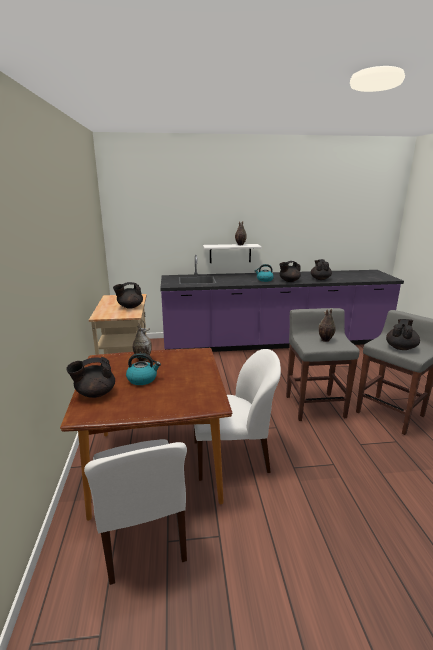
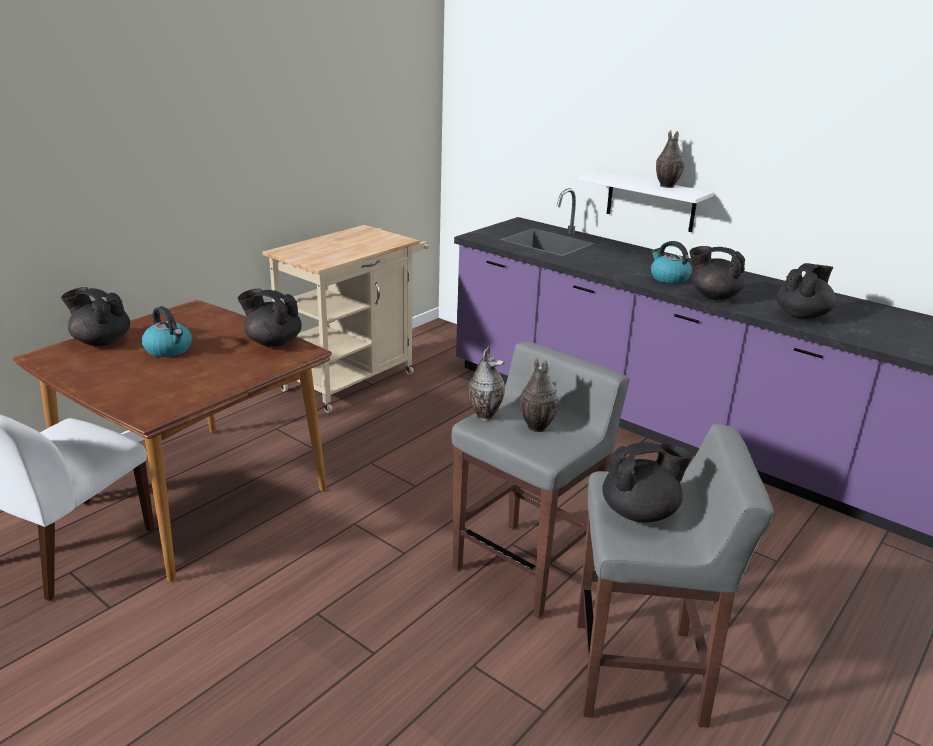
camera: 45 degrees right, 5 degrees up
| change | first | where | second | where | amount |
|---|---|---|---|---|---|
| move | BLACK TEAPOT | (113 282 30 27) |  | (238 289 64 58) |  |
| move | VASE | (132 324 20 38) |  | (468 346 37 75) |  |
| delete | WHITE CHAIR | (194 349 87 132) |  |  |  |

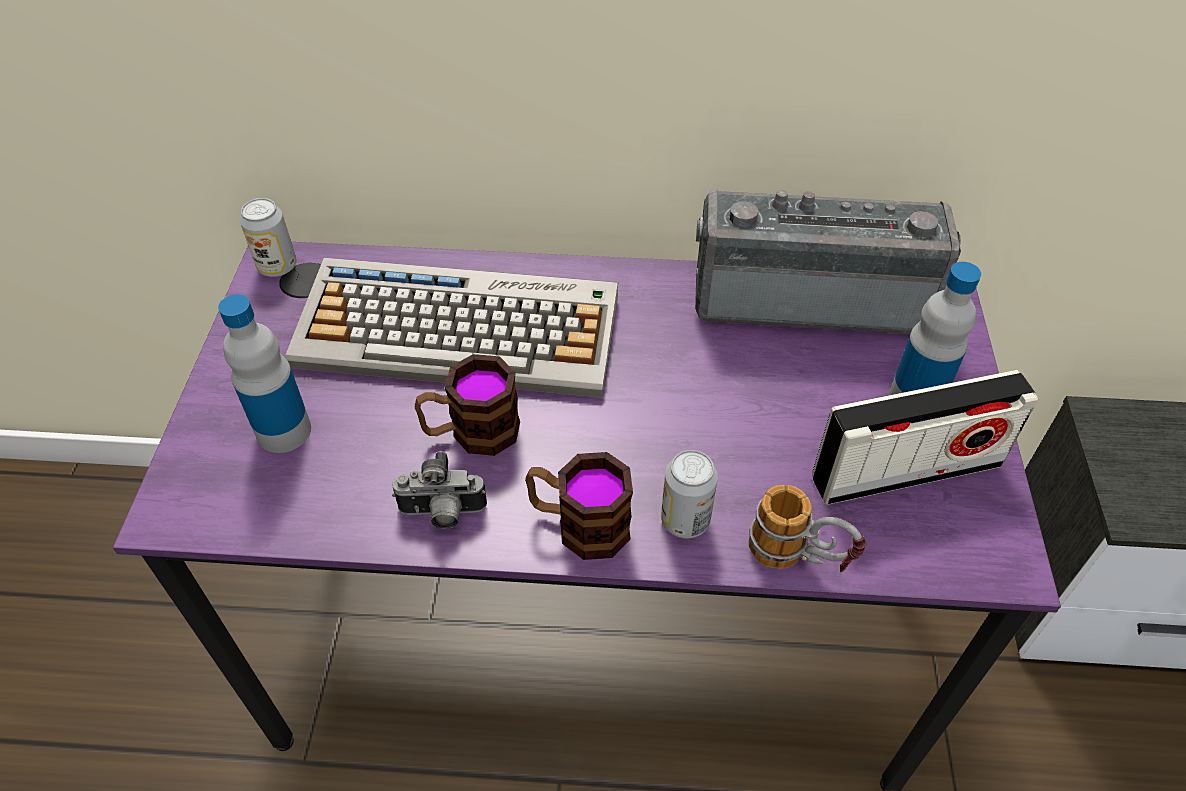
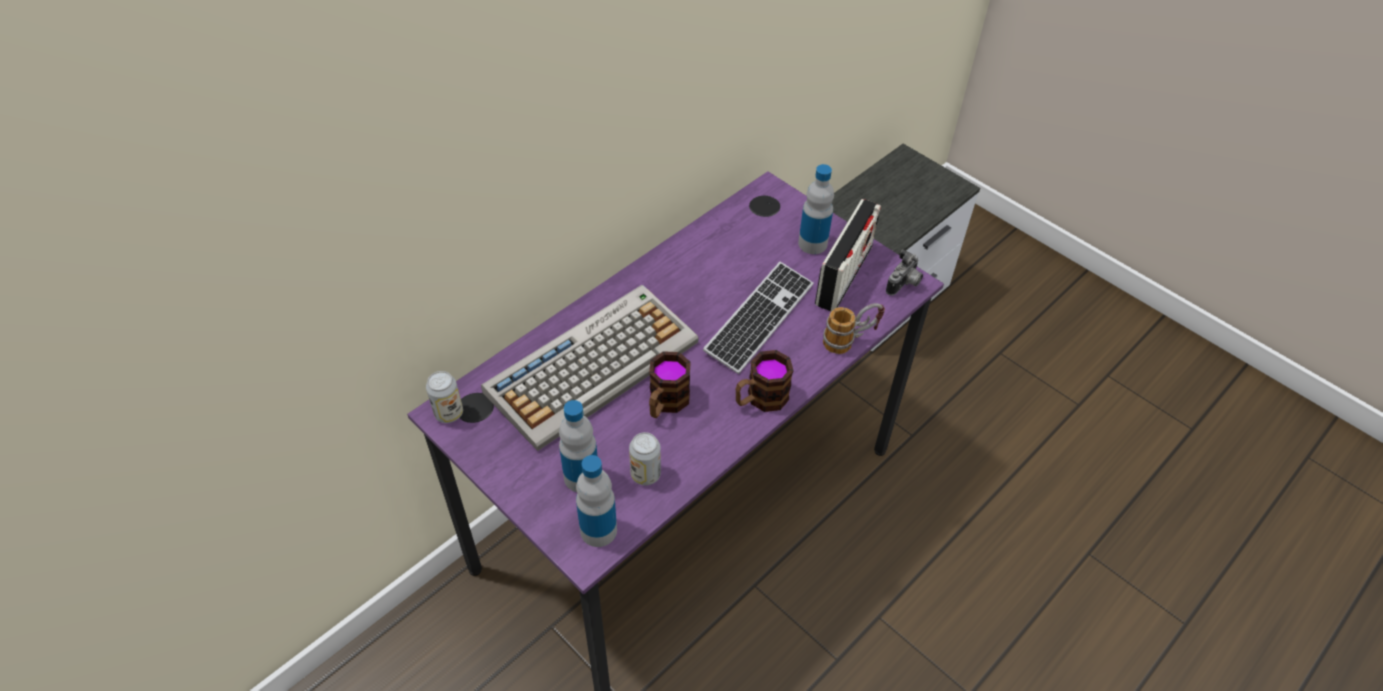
camera: 50 degrees left, 0 degrees up
| change | first | where | second | where | amount |
|---|---|---|---|---|---|
| insert |  |  | BOTTLE | (576 455 41 92) |  |
| move | CAN | (661 450 57 88) |  | (629 432 32 53) |  |
| insert |  |  | KEYBOARD | (703 262 111 112) |  |
| move | PHOTO CAMERA | (392 451 95 78) |  | (886 249 37 46) |  |
| delete | RADIO | (695 189 266 145) |  |  |  |

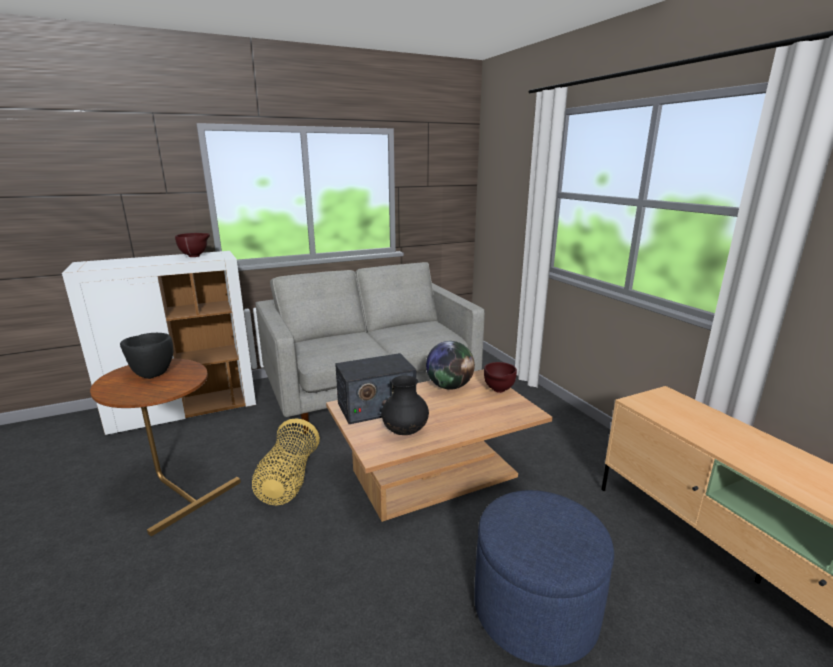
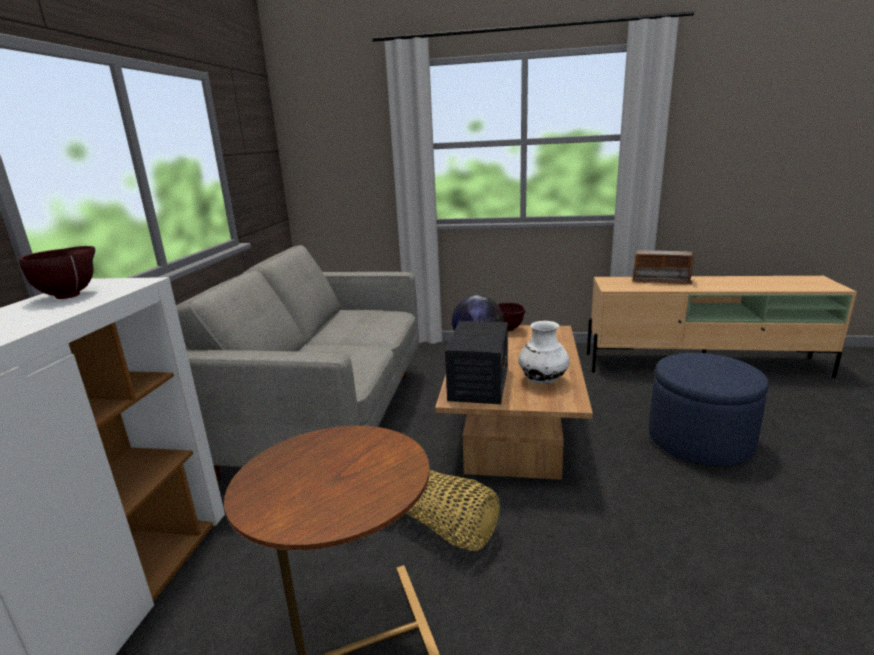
camera: 55 degrees left, 0 degrees up
| change | first | where | second | where | amount |
|---|---|---|---|---|---|
| recolor | BLACK VASE | (381 376 48 59) | WHITE VASE | (518 321 52 63) |  |
| insert |  |  | RADIO | (631 250 64 35) |  |
| delete | BLACK BOWL | (120 333 53 46) |  |  |  |

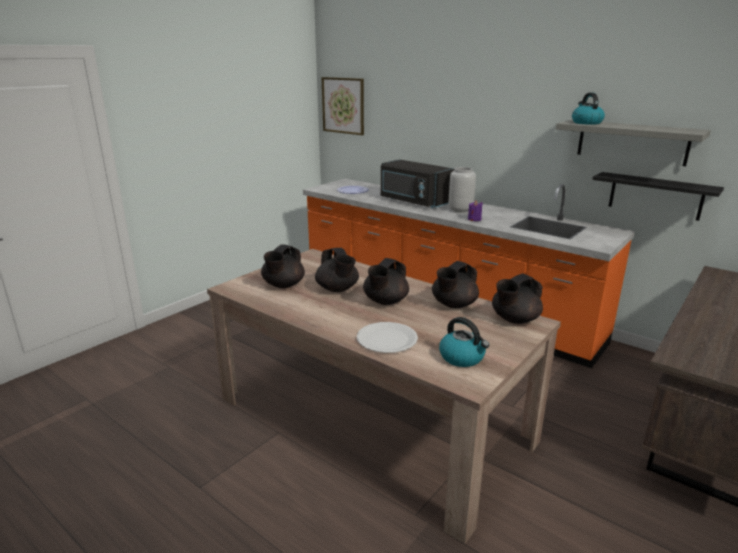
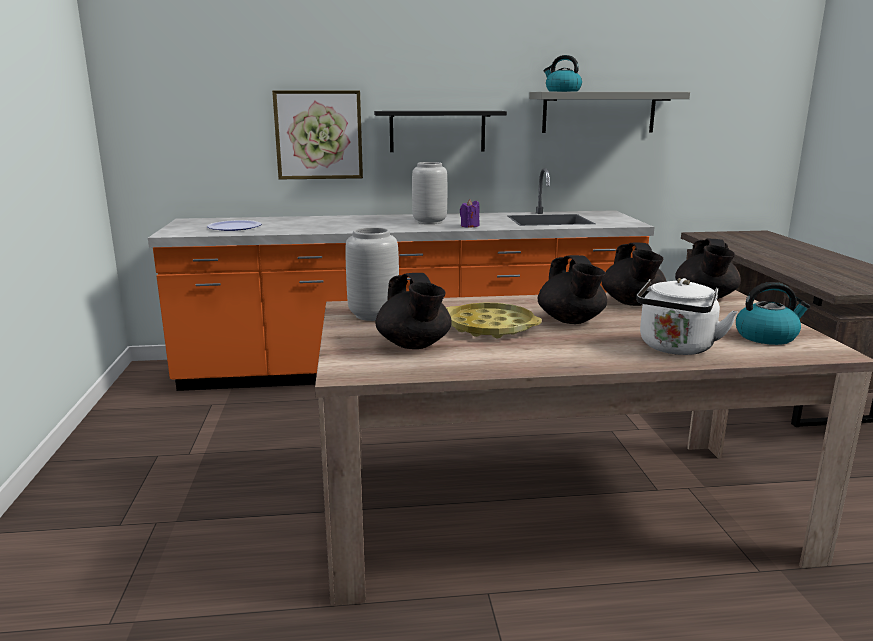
camera: 45 degrees left, 5 degrees down
| change | first | where | second | where | amount |
|---|---|---|---|---|---|
| move | PICTURE | (321 77 43 58) |  | (272 90 91 89) |  |
| insert |  |  | GREY VASE | (345 227 54 94) |  |
| move | BLACK SHELF | (592 172 132 49) |  | (374 111 133 41) |  |
| replace | BLACK TEAPOT | (315 248 44 44) | YELLOW TRAY | (446 303 96 35) |  |
| replace | WHITE PLATE | (357 322 61 31) | WHITE KETTLE | (636 278 102 77) |  |
| delete | BLACK MICROWAVE | (381 159 73 49) |  |  |  |

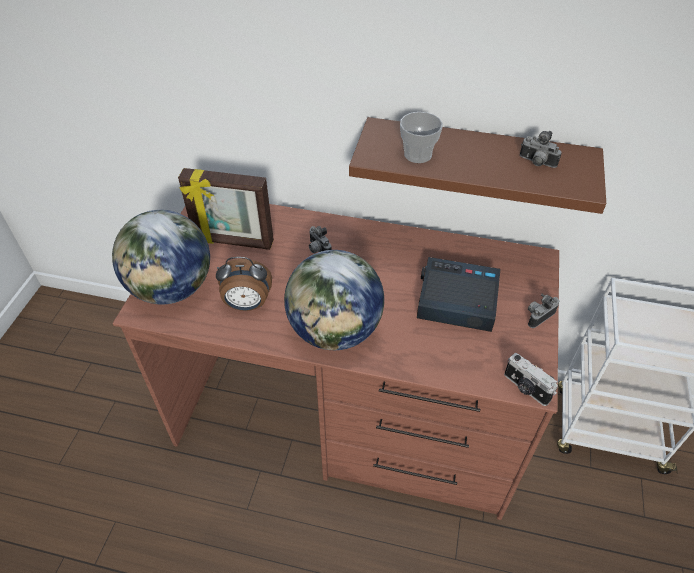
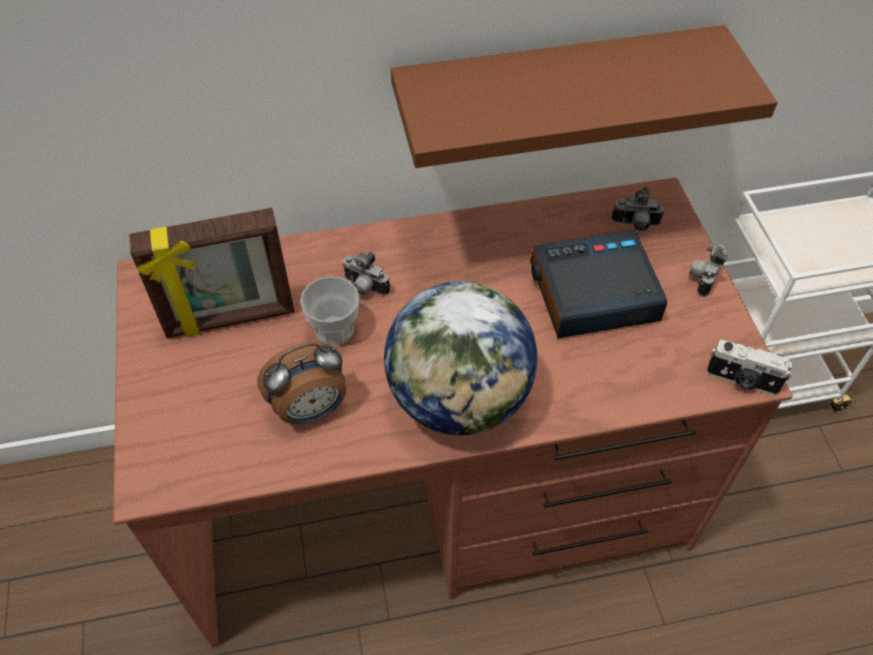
camera: 25 degrees left, 5 degrees up
| change | first | where | second | where | amount |
|---|---|---|---|---|---|
| move | CUP | (400 112 43 51) |  | (300 276 59 69) |  |
| move | PHOTO CAMERA | (520 131 42 37) |  | (612 187 52 44) |  |
| delete | GLOBE | (112 210 98 95) |  |  |  |

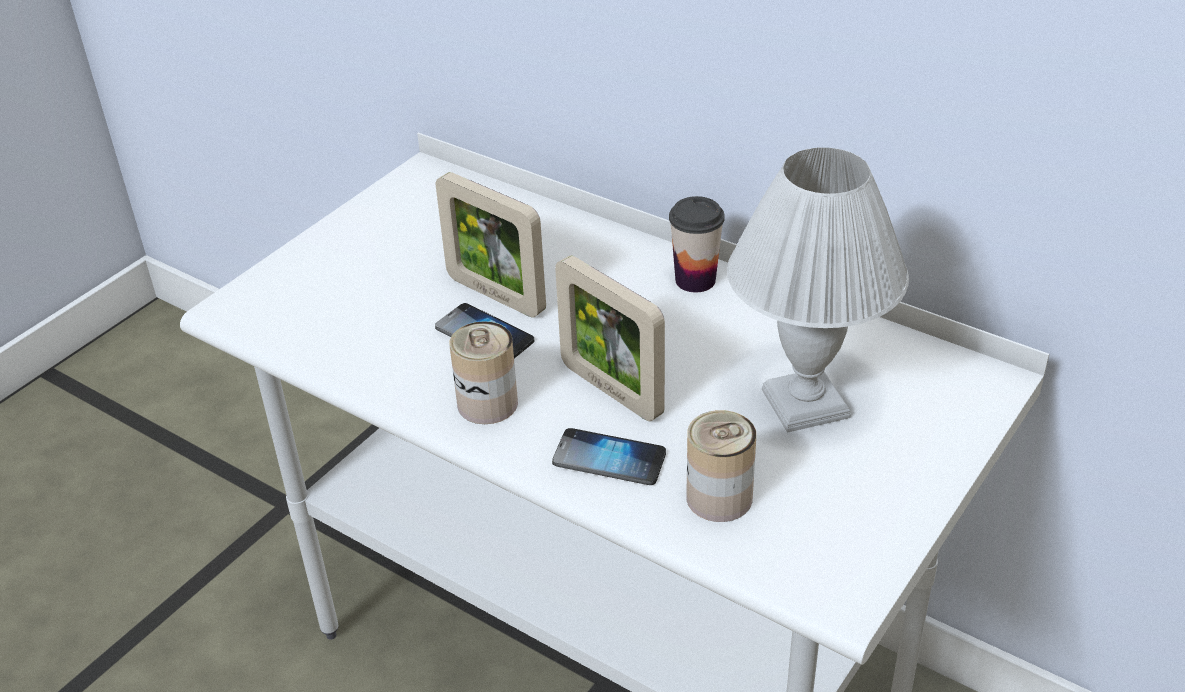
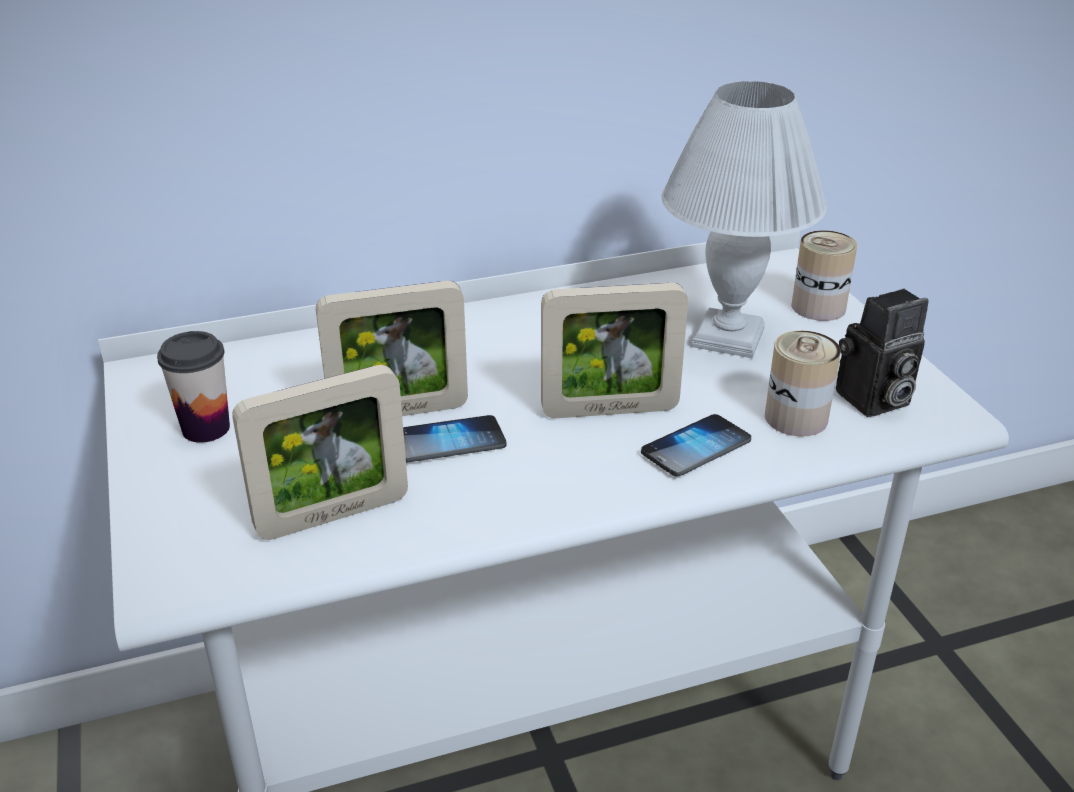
camera: 55 degrees left, 5 degrees down
| change | first | where | second | where | amount |
|---|---|---|---|---|---|
| move | CUP | (669 196 56 96) |  | (157 331 73 112) |  |
| insert |  |  | PICTURE FRAME | (232 365 176 175) |  |
| move | CAN | (450 321 68 103) |  | (791 230 66 91) |  |
| insert |  |  | PHOTO CAMERA | (836 288 93 129) |  |

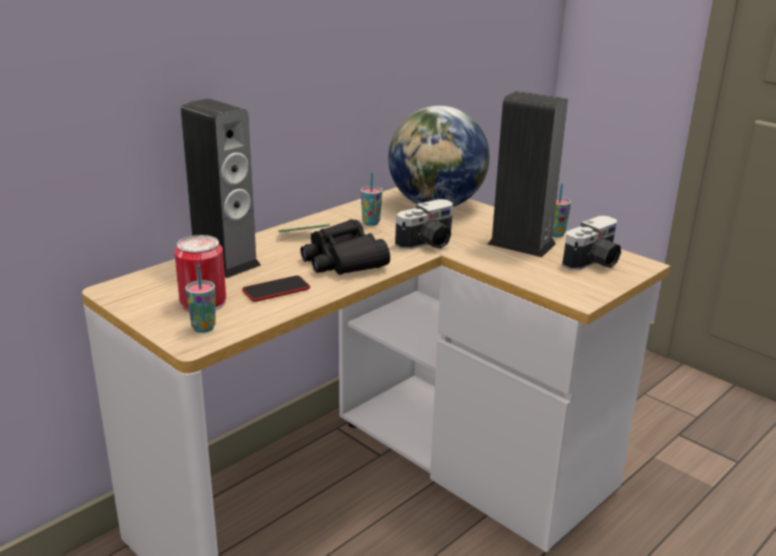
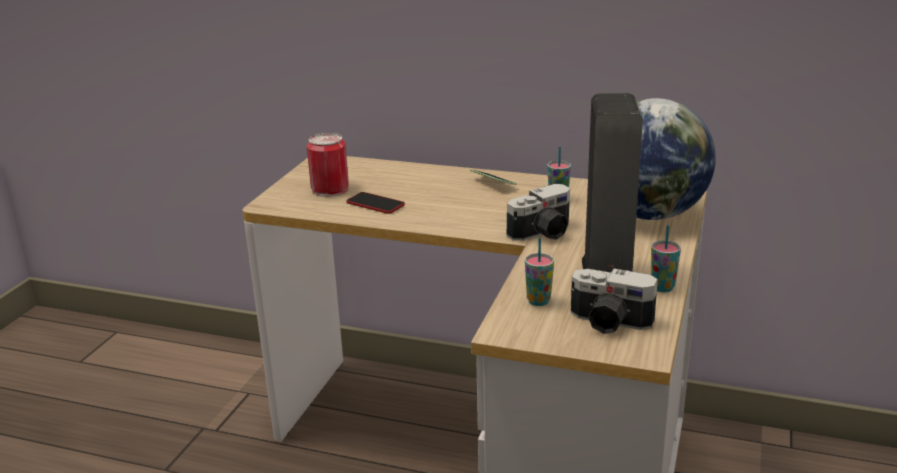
camera: 65 degrees right, 0 degrees up
| change | first | where | second | where | amount |
|---|---|---|---|---|---|
| rotate | PHOTO CAMERA | (395 199 58 50) |  | (507 184 63 57) | 60 degrees counterclockwise |
| move | CUP | (185 265 31 68) |  | (525 238 29 68) |  |
| delete | SPEAKER | (181 99 80 179) |  |  |  |
| delete | BLACK BINOCULARS | (300 219 90 56) |  |  |  |

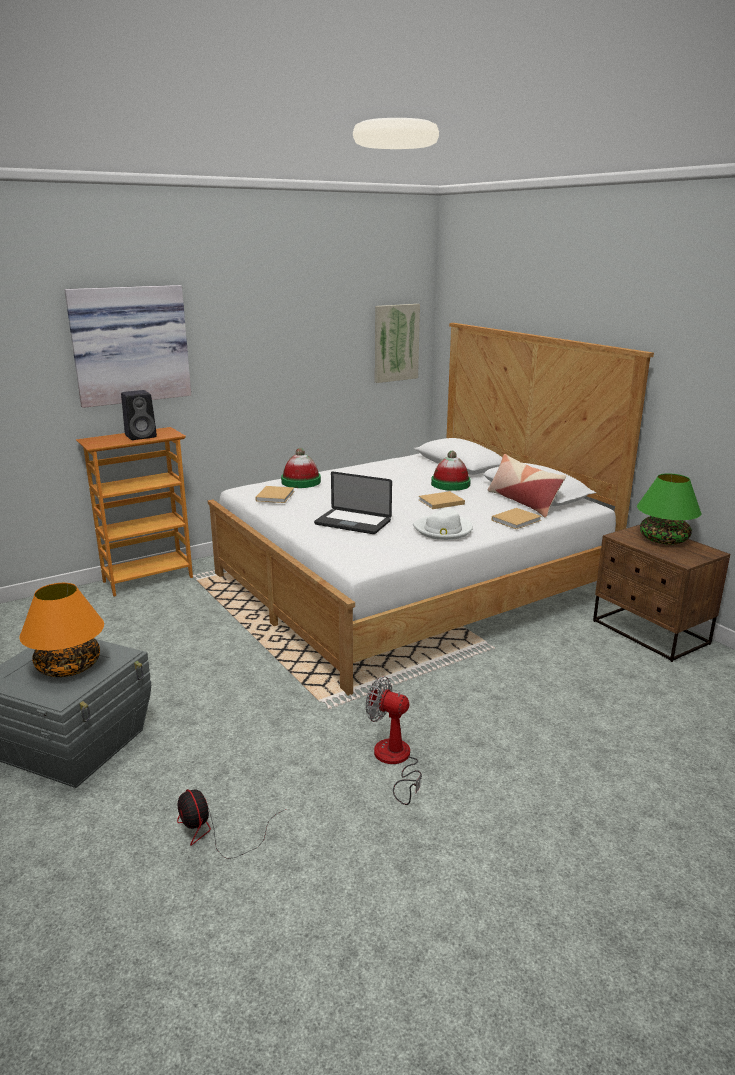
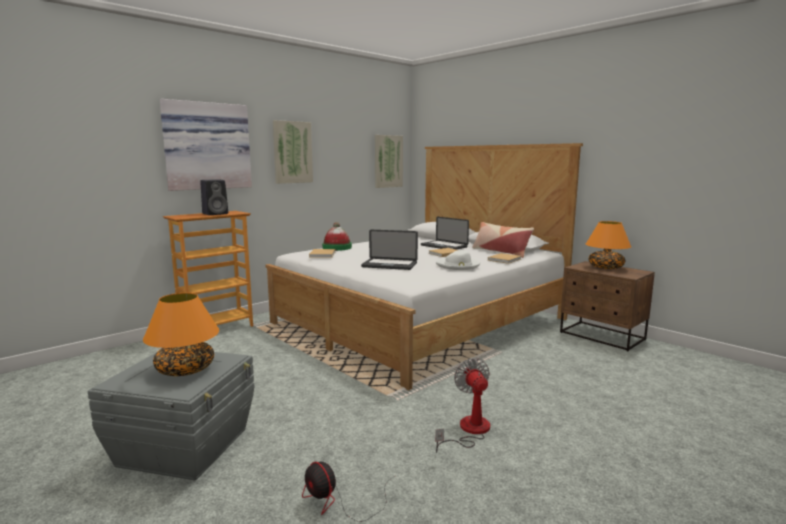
camera: 10 degrees left, 10 degrees down
| change | first | where | second | where | amount |
|---|---|---|---|---|---|
| insert |  |  | PICTURE | (273 120 40 64) |  |
| replace | HAT | (431 451 40 40) | LAPTOP | (421 217 48 33) |  |
| rotate | FAN | (366 676 56 129) |  | (435 358 55 95) | 60 degrees clockwise |
| recolor | GREEN TABLE LAMP | (637 473 64 72) | ORANGE TABLE LAMP | (586 221 45 48) |  |

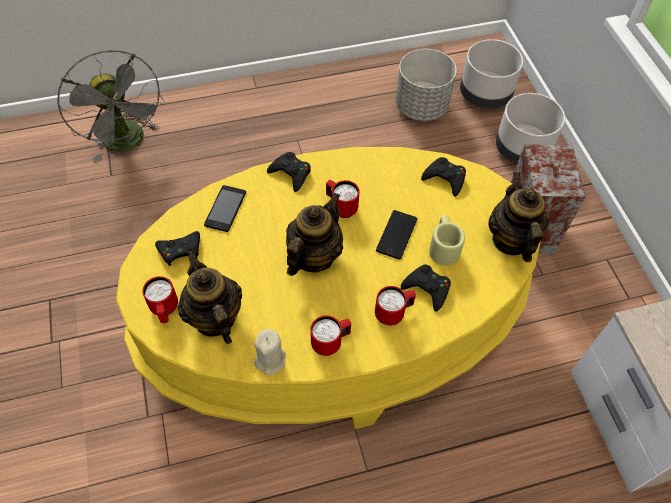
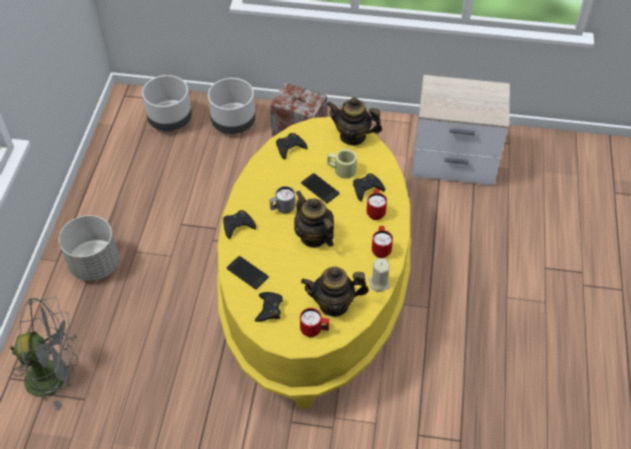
camera: 65 degrees left, 5 degrees down
| change | first | where | second | where | amount |
|---|---|---|---|---|---|
| move | GREY PLANTER | (395 49 62 72) |  | (59 215 60 66) |  |
| recolor | RED MUG | (326 180 33 38) | GREY MUG | (270 186 25 27) |  |

